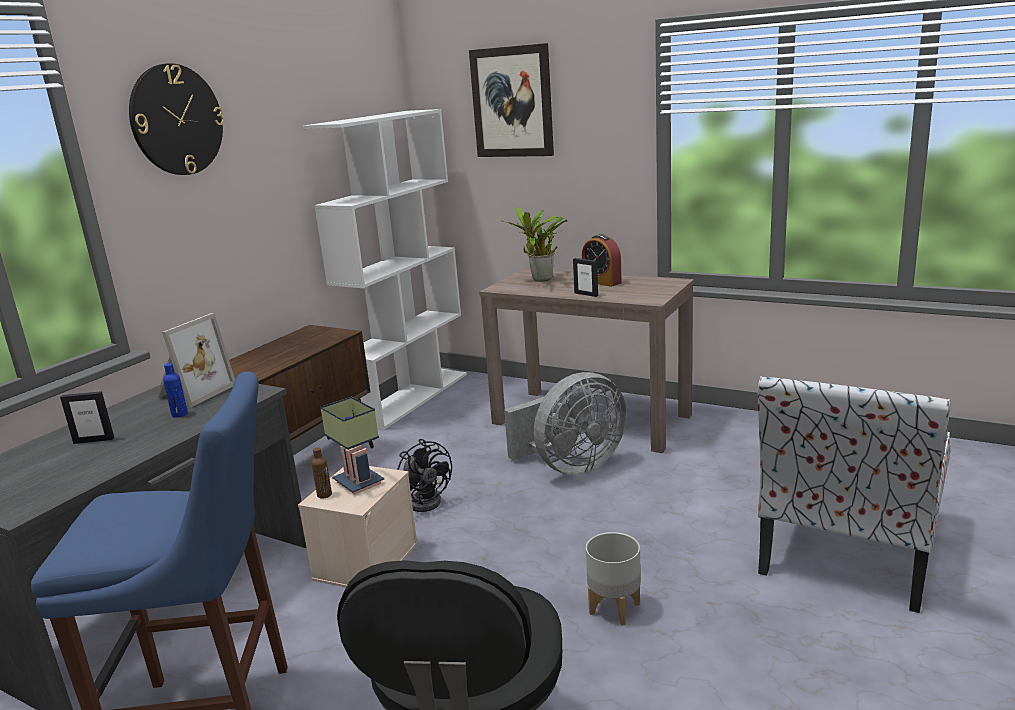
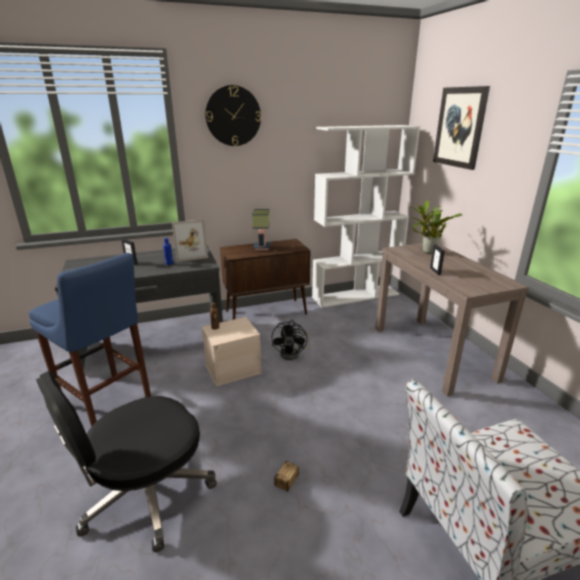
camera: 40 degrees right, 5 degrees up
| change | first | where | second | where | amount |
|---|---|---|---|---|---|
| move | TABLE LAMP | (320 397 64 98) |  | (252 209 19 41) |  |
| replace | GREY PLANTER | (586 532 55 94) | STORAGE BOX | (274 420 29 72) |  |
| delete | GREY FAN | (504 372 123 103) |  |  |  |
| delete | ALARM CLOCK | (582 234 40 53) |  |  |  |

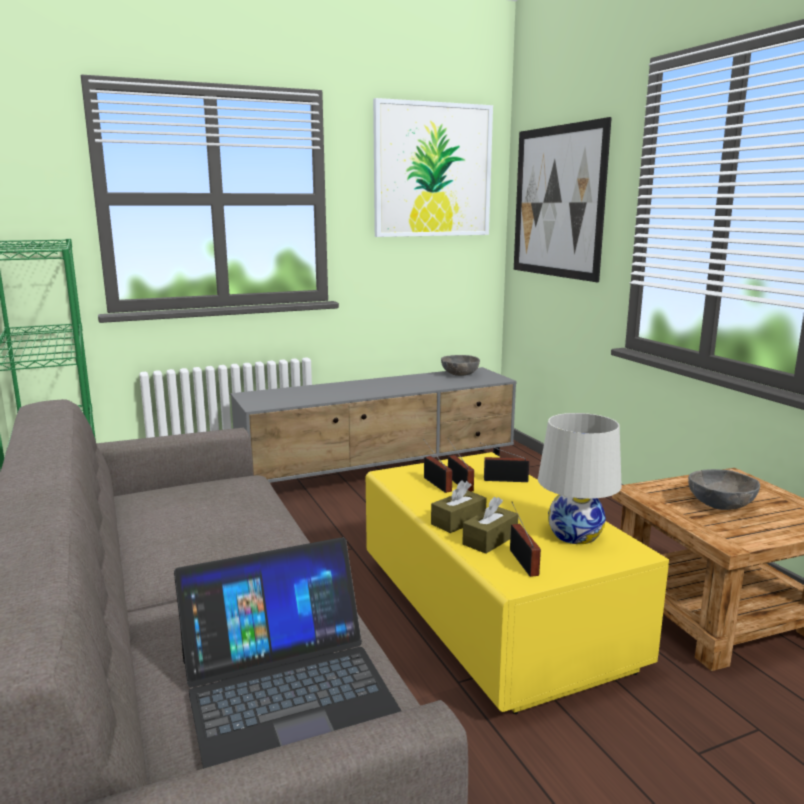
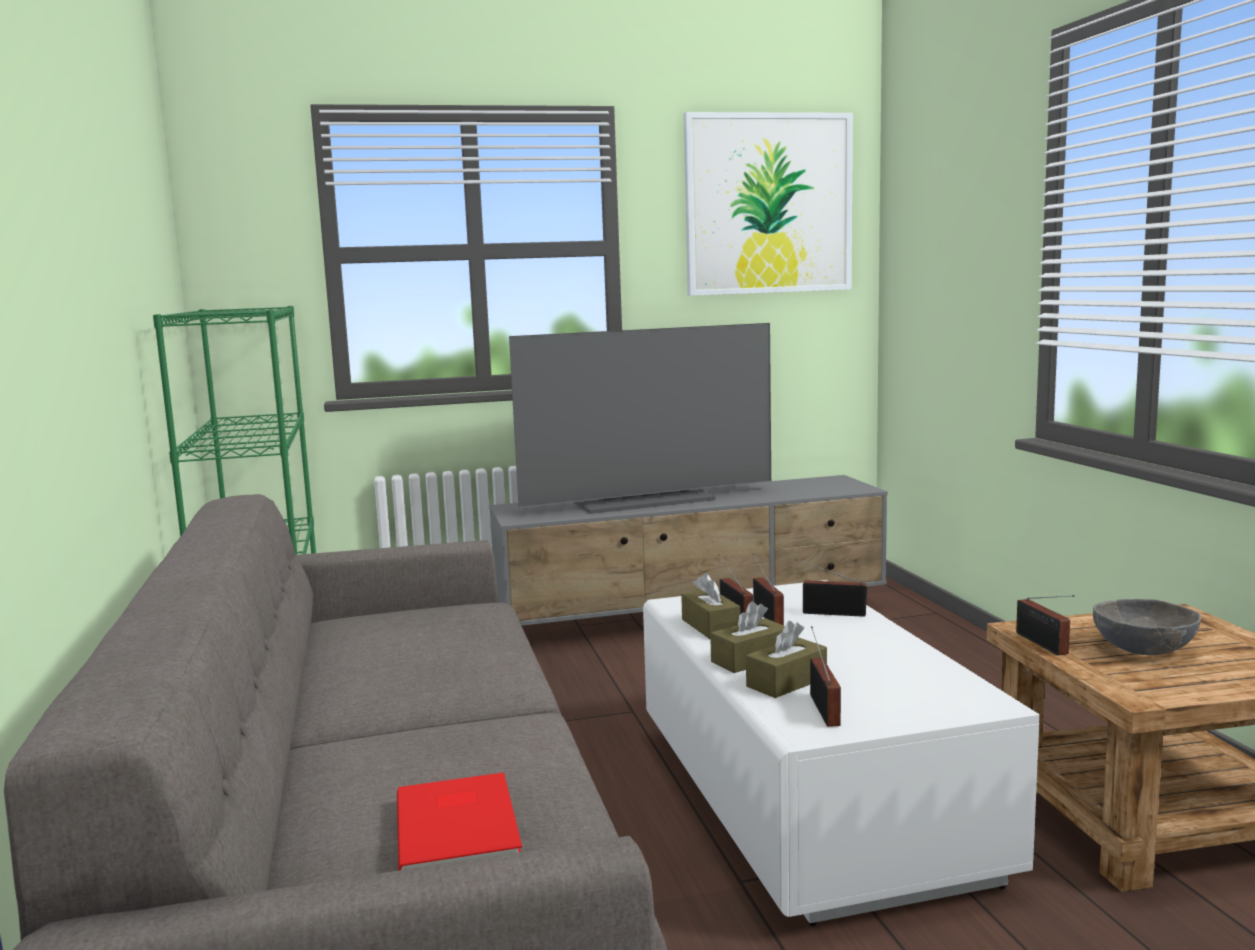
camera: 10 degrees right, 5 degrees down
| change | first | where | second | where | amount |
|---|---|---|---|---|---|
| replace | LAPTOP | (174 538 227 231) | RED BOOK | (397 772 125 98) |  |
| insert |  |  | TELEVISION | (509 323 262 191) |  |
| recolor | YELLOW COFFEE TABLE | (366 452 303 262) | WHITE COFFEE TABLE | (643 580 396 346) |  |
| insert |  |  | BROWN TISSUE BOX | (681 573 59 66) |  |
| insert |  |  | RADIO | (1016 595 59 60) |  |
| delete | GREY BOWL | (441 355 39 21) |  |  |  |
| delete | PICTURE | (514 117 98 165) |  |  |  |
| delete | WHITE TABLE LAMP | (538 413 84 131) |  |  |  |

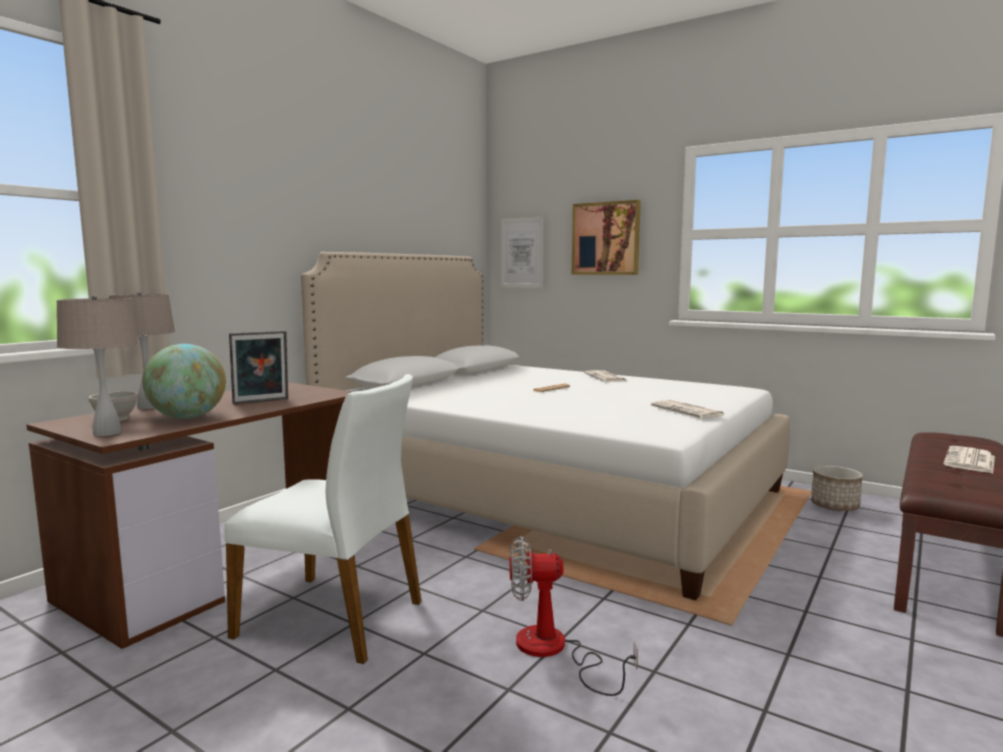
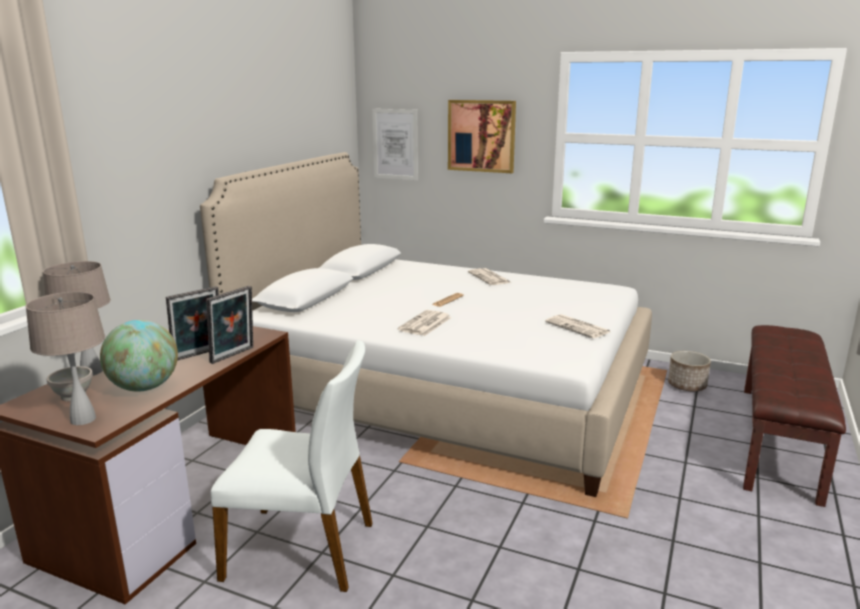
camera: 10 degrees left, 10 degrees up
| change | first | where | second | where | amount |
|---|---|---|---|---|---|
| insert |  |  | PICTURE FRAME | (206 286 47 78) |  |
| move | NEWSPAPER | (943 446 52 27) |  | (398 310 54 26) |  |
| delete | FAN | (509 536 129 160) |  |  |  |

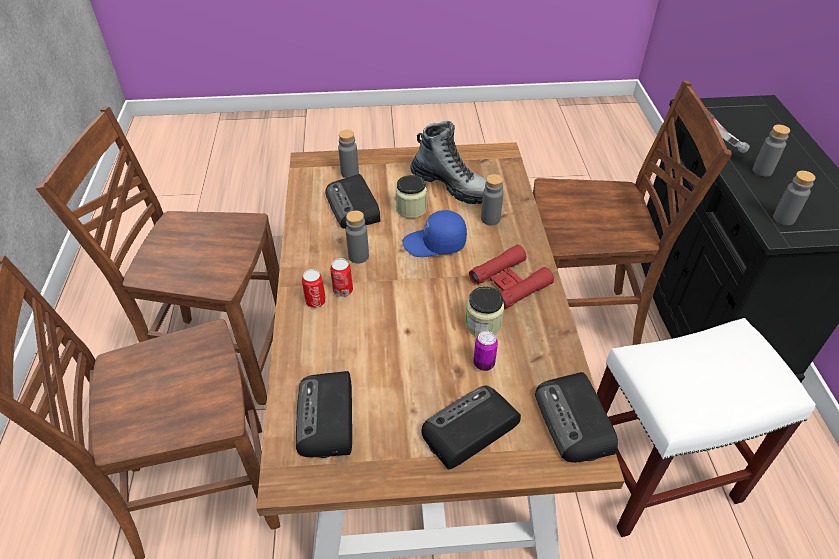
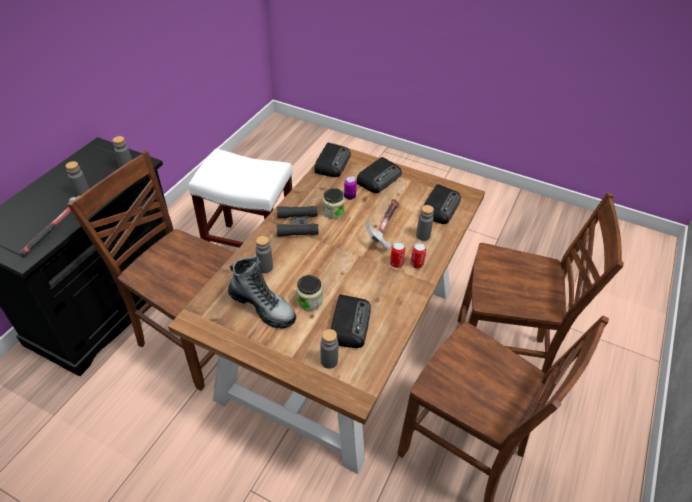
camera: 150 degrees left, 0 degrees up
| change | first | where | second | where | amount |
|---|---|---|---|---|---|
| rotate | BOOT | (410 121 77 83) |  | (228 256 68 73) | 150 degrees clockwise |
| recolor | RED BINOCULARS | (469 245 85 64) | BLACK BINOCULARS | (277 206 41 31) |  |
| rotate | RADIO | (421 386 100 83) |  | (356 157 46 36) | 45 degrees counterclockwise |
| insert |  |  | HAMMER | (365 199 34 51) |  |
| move | GREY BOTTLE | (346 210 23 54) |  | (416 205 18 36) |  |
| delete | BLUE CAP | (403 210 64 47) |  |  |  |

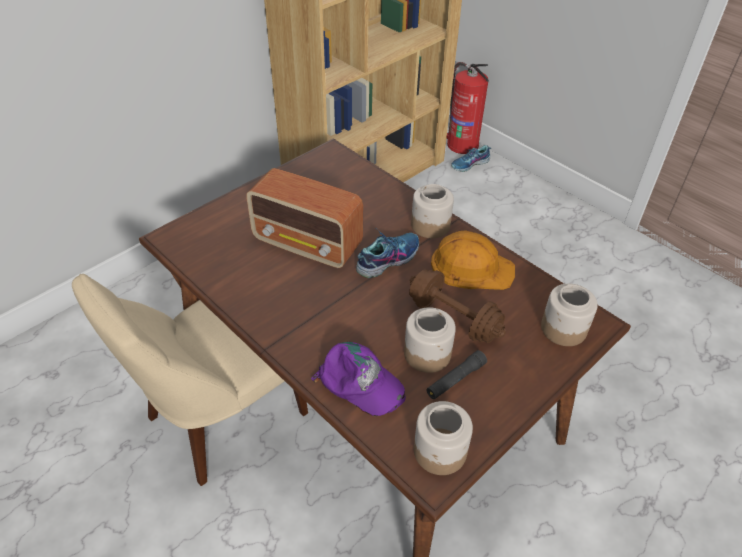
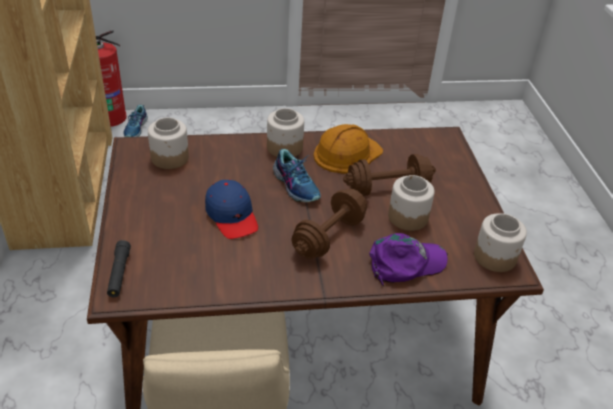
camera: 55 degrees left, 5 degrees down
| change | first | where | second | where | amount |
|---|---|---|---|---|---|
| move | BLACK FLASHLIGHT | (427 350 60 49) |  | (107 240 24 57) |  |
| move | JAR | (541 284 57 62) |  | (148 117 41 52) |  |
| replace | RADIO | (246 168 117 100) | BLUE CAP | (205 180 53 59) |  |
| rotate | SHOE | (356 228 63 50) |  | (273 149 48 53) | 150 degrees clockwise |
| insert |  |  | BROWN DUMBBELL | (292 189 75 70) |  |

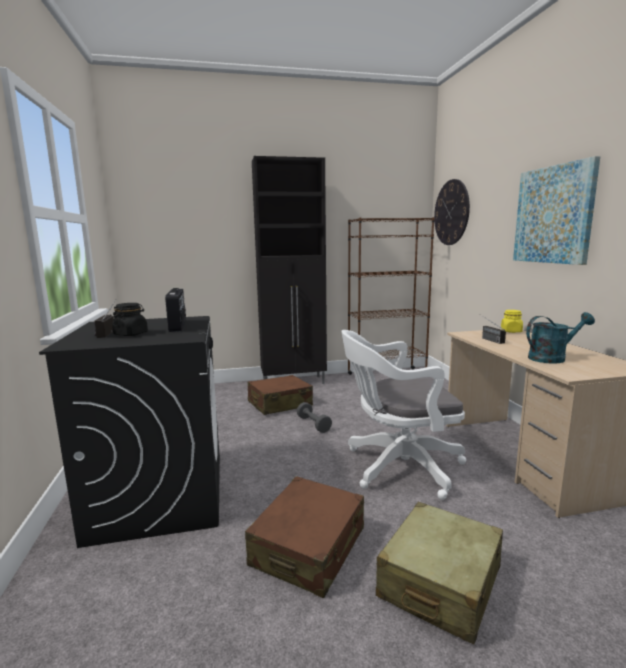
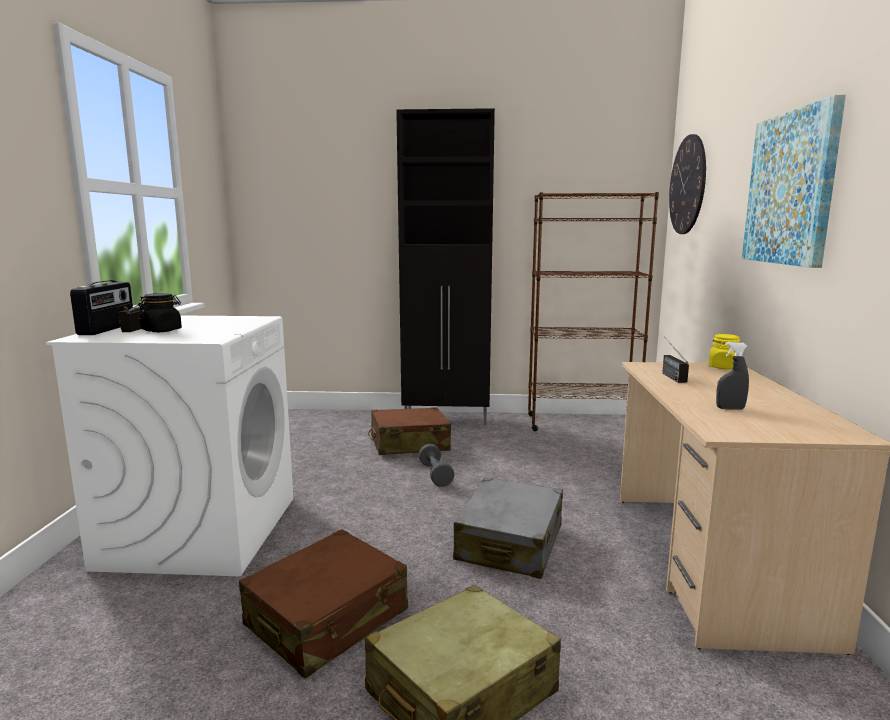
camera: 15 degrees right, 0 degrees up
| change | first | where | second | where | amount |
|---|---|---|---|---|---|
| recolor | BLACK WASHING MACHINE | (39 316 181 232) | WHITE WASHING MACHINE | (46 315 247 261) |  |
| move | RADIO | (165 288 21 44) |  | (70 280 63 55) |  |
| replace | WHITE OFFICE CHAIR | (342 330 124 170) | GREY SUITCASE | (453 477 110 102) |  |
| replace | TURQUOISE WATERING CAN | (526 312 69 52) | GREY SPRAY BOTTLE | (716 342 33 68) |  |

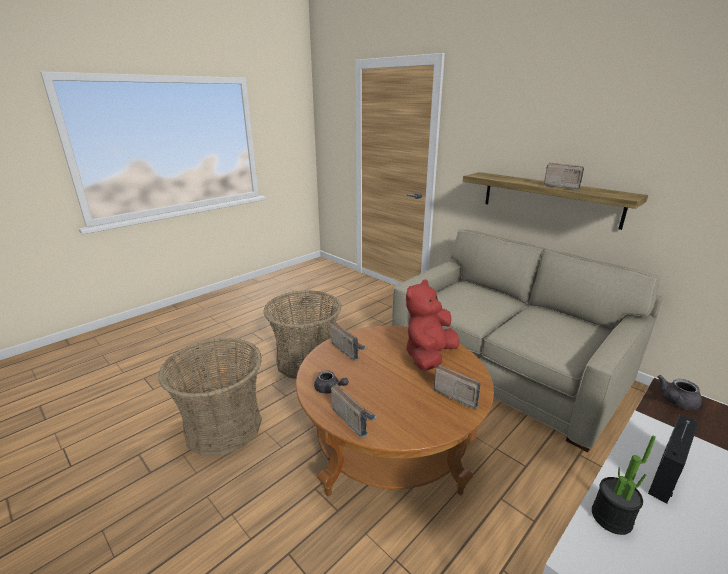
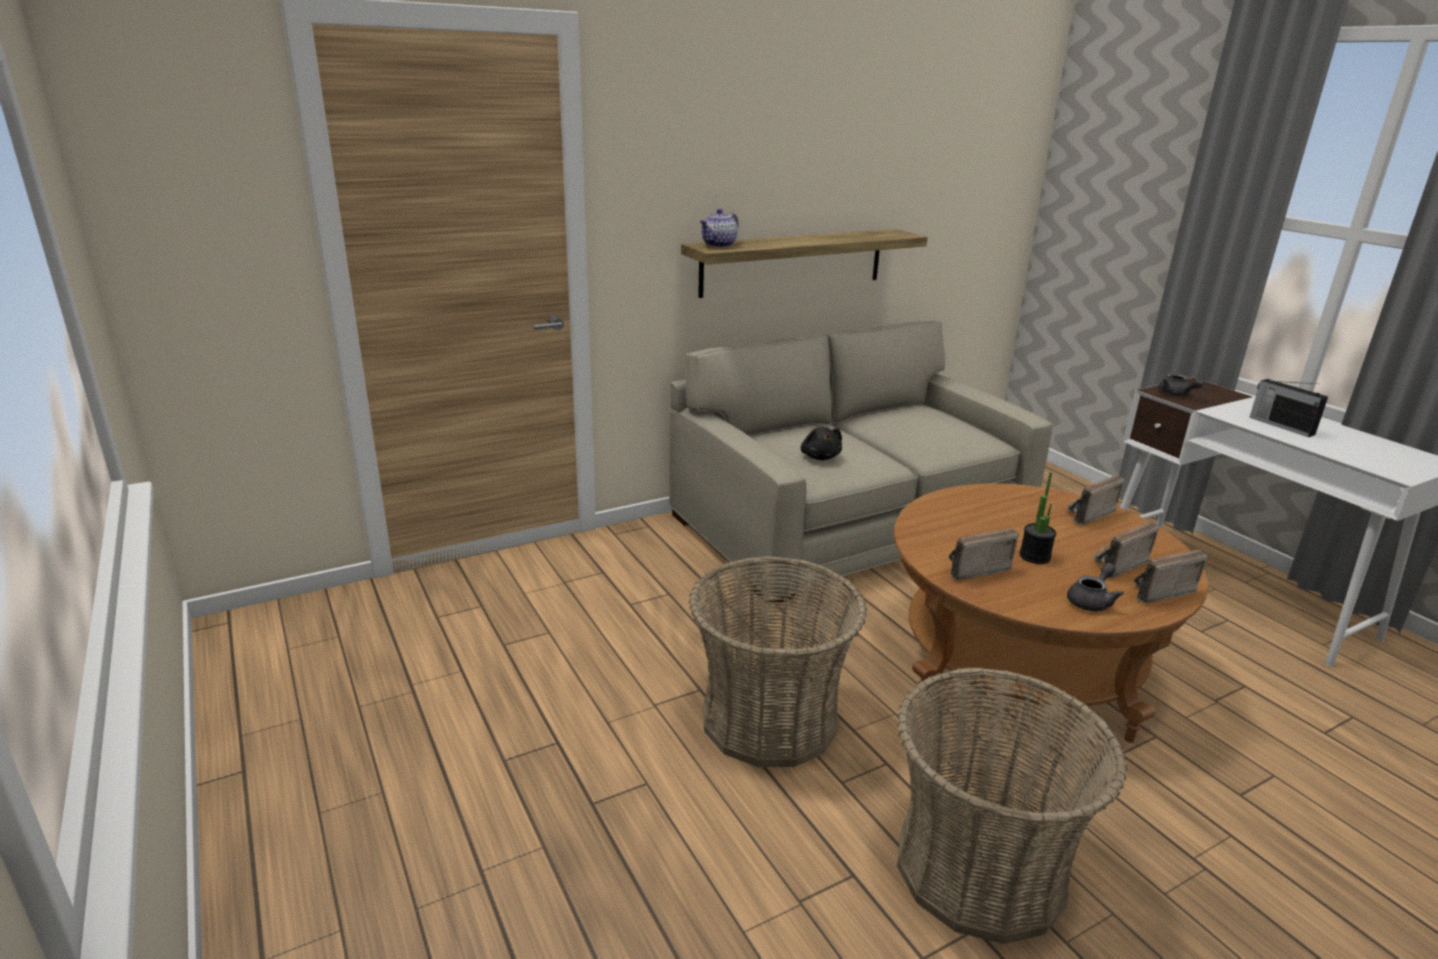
camera: 75 degrees left, 0 degrees up
| change | first | where | second | where | amount |
|---|---|---|---|---|---|
| insert |  |  | TEAPOT | (700 209 39 38) |  |
| insert |  |  | BLACK PLUSH TOY | (801 427 41 33) |  |
| move | POTTED PLANT | (592 436 64 99) |  | (1019 472 37 92) |  |
| move | RADIO | (544 163 40 26) |  | (1094 522 65 56) |  |
| delete | RED PLUSH TOY | (406 280 53 91) |  |  |  |

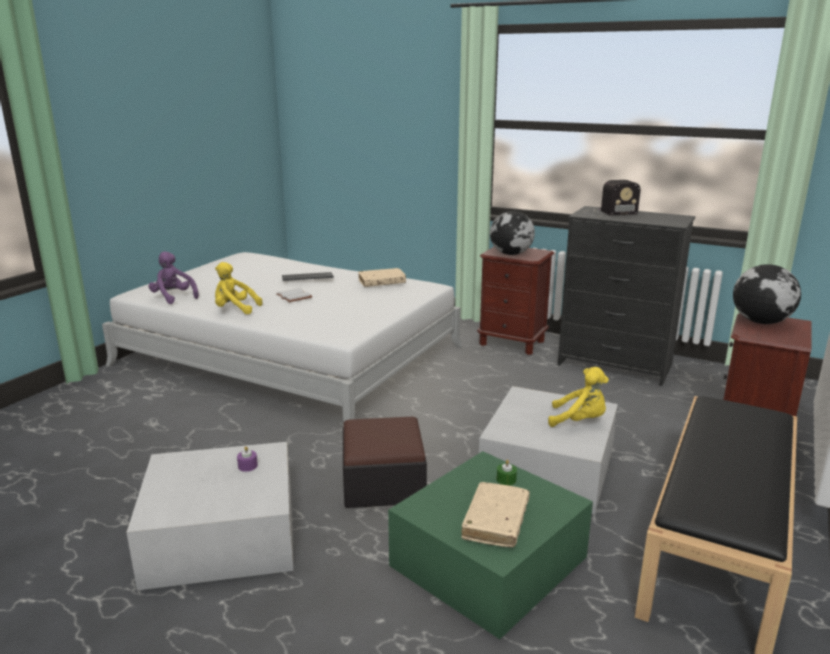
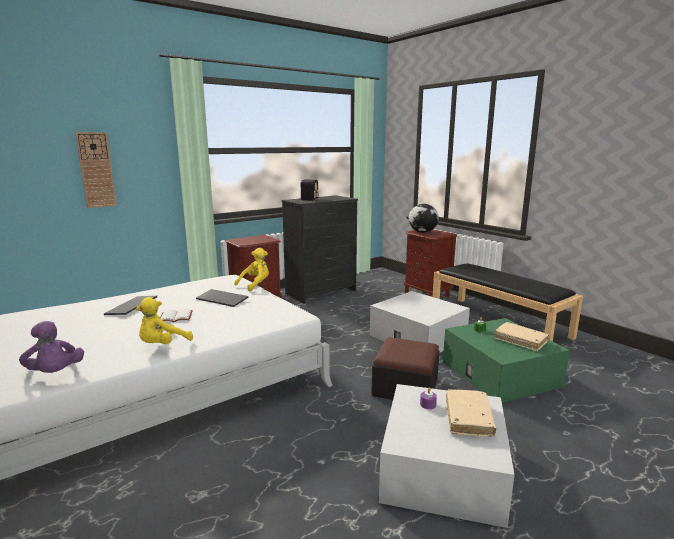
camera: 65 degrees left, 5 degrees down
| change | first | where | second | where | amount |
|---|---|---|---|---|---|
| rotate | PURPLE PLUSH TOY | (149 251 50 53) |  | (19 321 65 52) | 105 degrees counterclockwise |
| insert |  |  | WALL CLOCK | (75 132 42 76) |  |
| insert |  |  | KEYBOARD | (196 289 53 18) |  |
| move | YELLOW PLUSH TOY | (548 367 61 60) |  | (234 248 35 44) |  |
| move | BEIGE BOOK | (358 268 48 19) |  | (446 389 50 48) |  |
| delete | GLOBE | (490 211 45 44) |  |  |  |

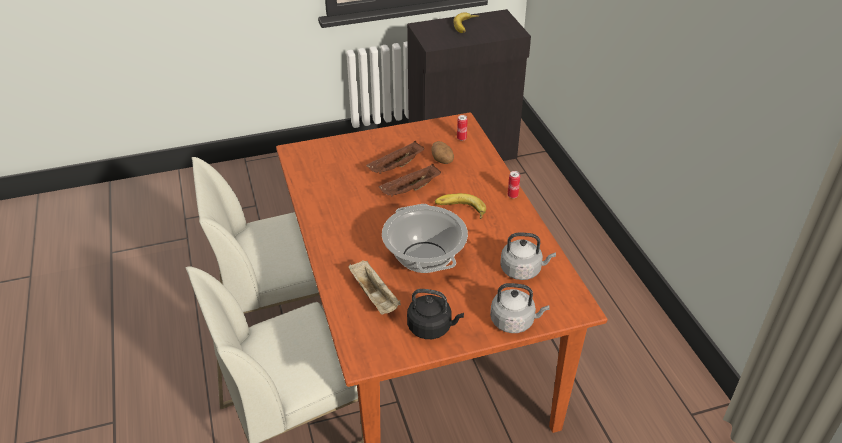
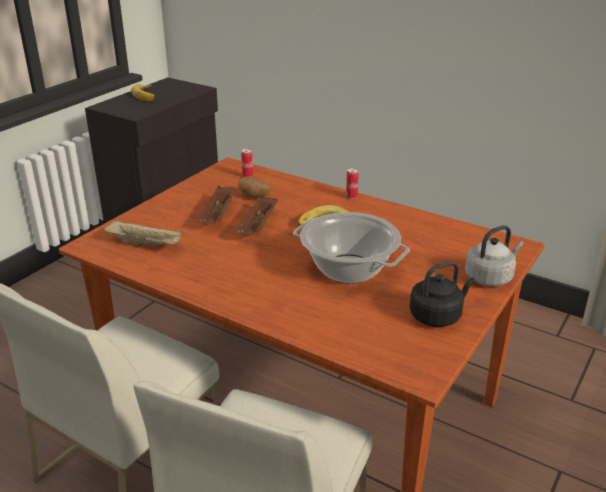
camera: 40 degrees left, 10 degrees down
| change | first | where | second | where | amount |
|---|---|---|---|---|---|
| move | BEIGE TRAY | (348 261 53 54) |  | (104 220 78 27) |  |
| delete | GREY KETTLE | (500 233 56 47) |  |  |  |

